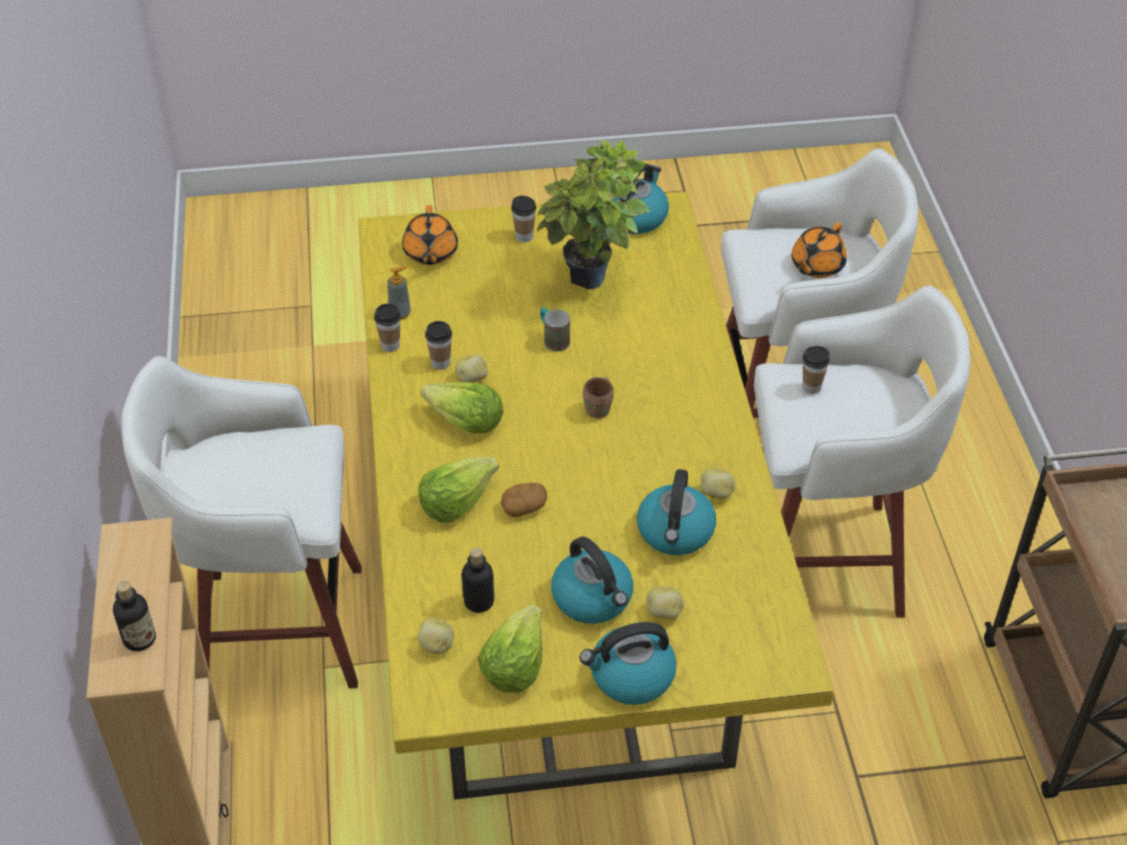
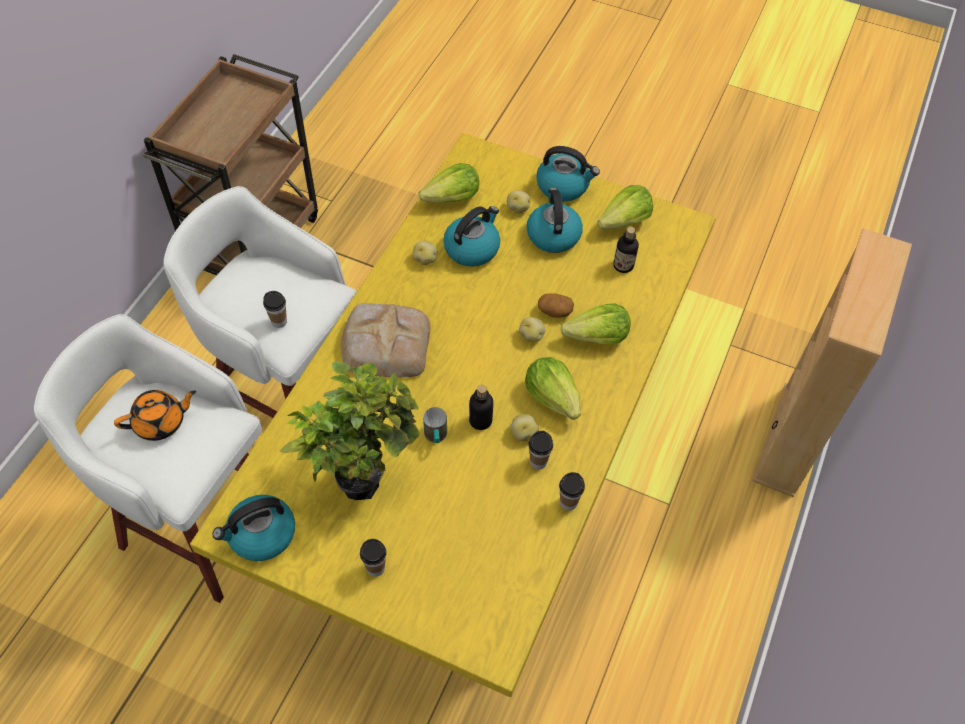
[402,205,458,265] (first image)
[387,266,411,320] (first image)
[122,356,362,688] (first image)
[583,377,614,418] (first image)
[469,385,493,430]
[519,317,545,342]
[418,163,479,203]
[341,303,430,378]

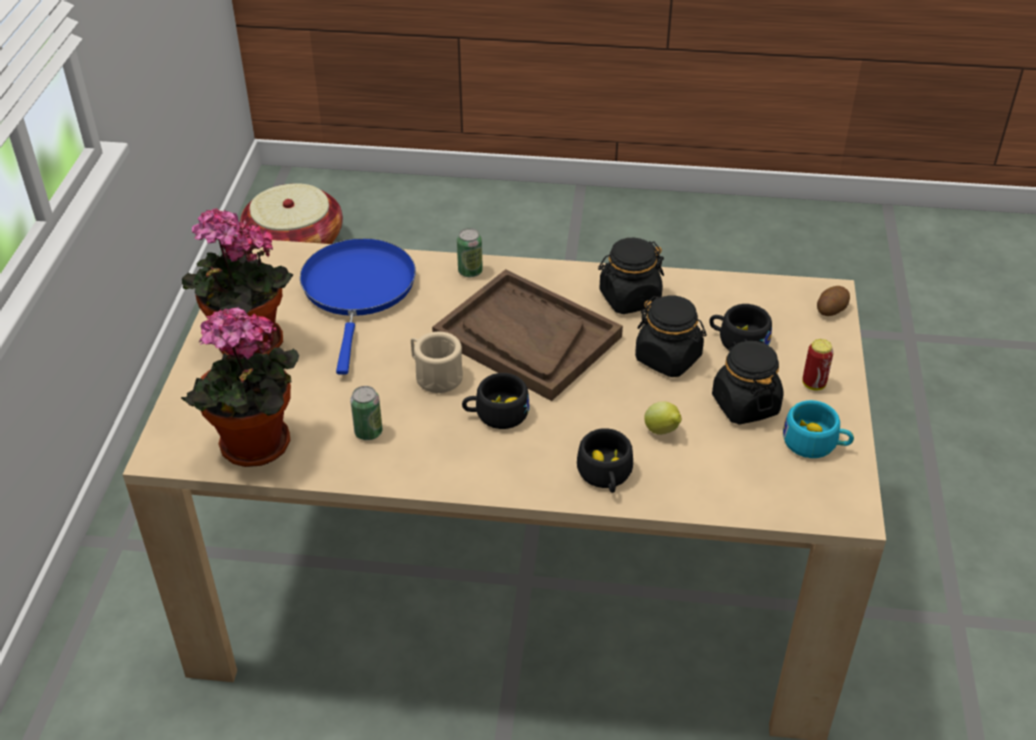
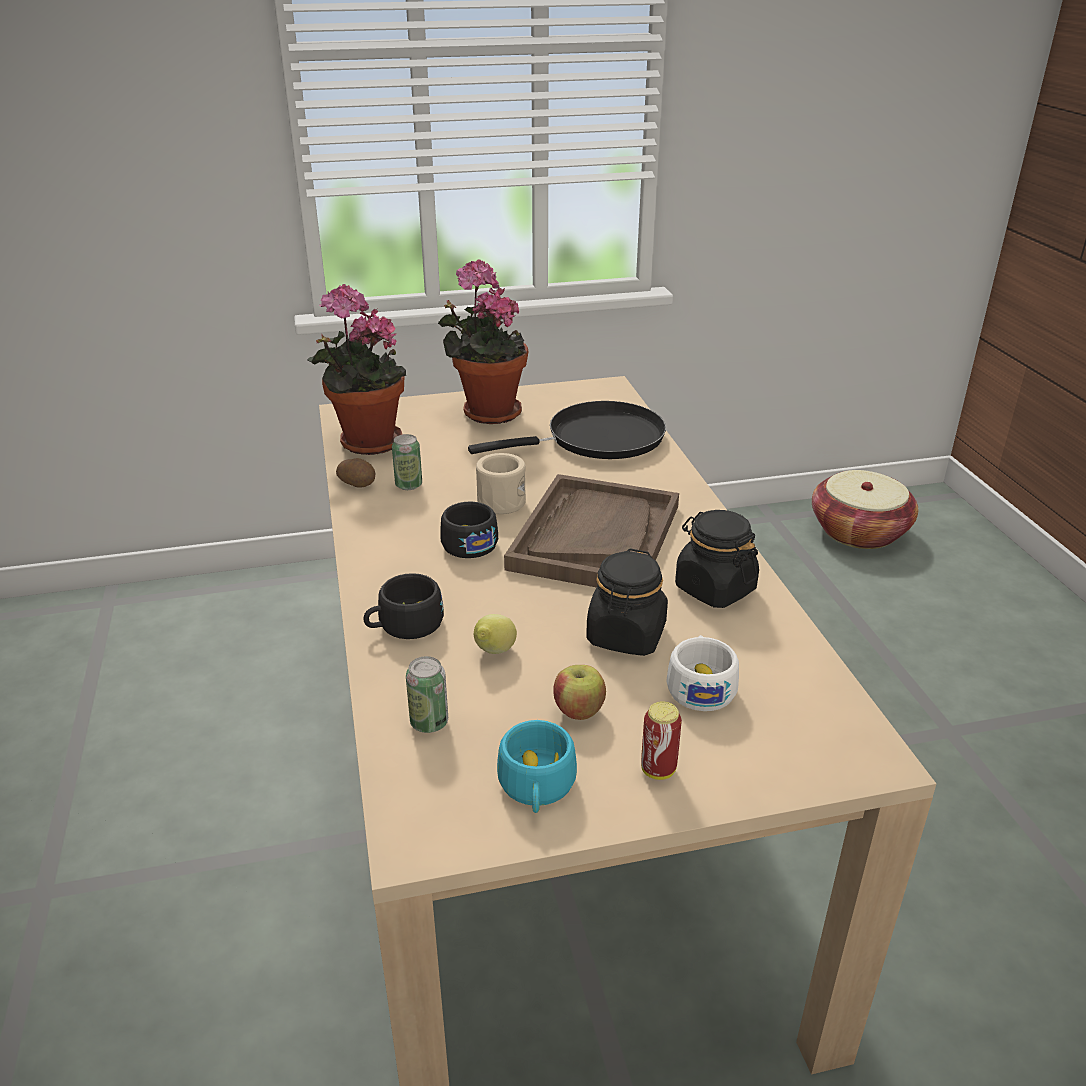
[406,656,448,733]
[468,401,666,459]
[336,458,375,488]
[666,635,739,711]
[553,665,606,720]

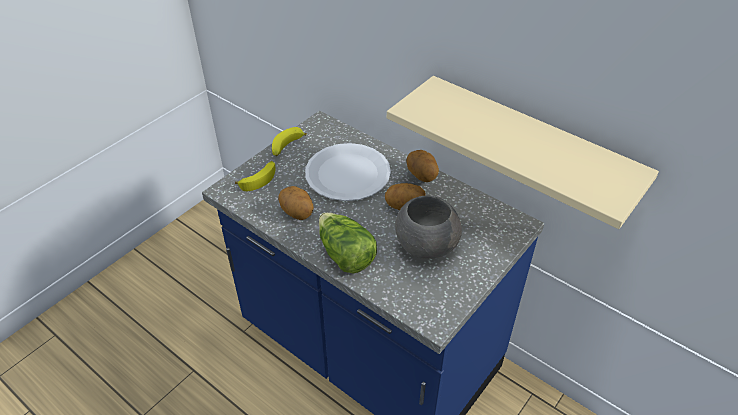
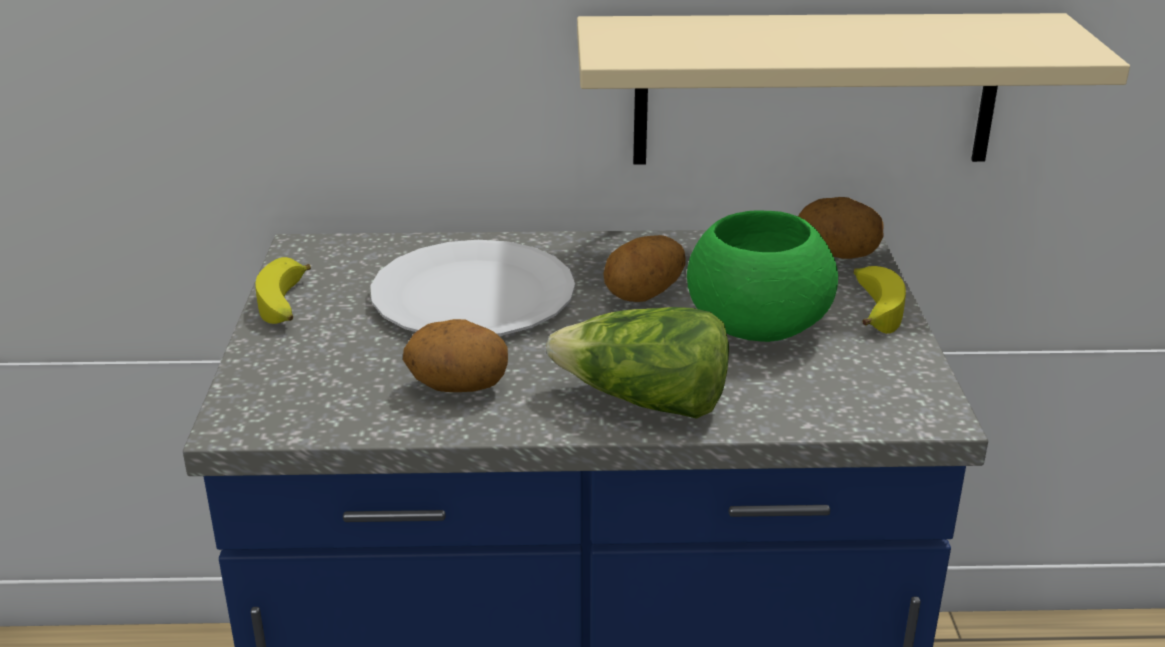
[798,197,884,259]
[854,266,906,334]
[687,210,838,342]

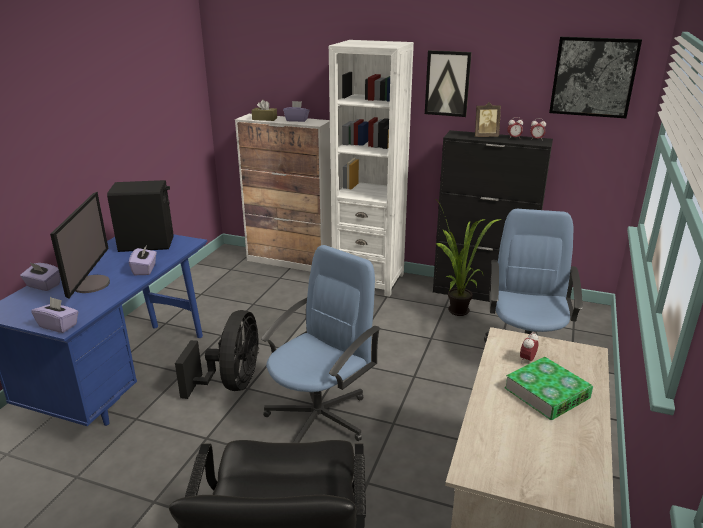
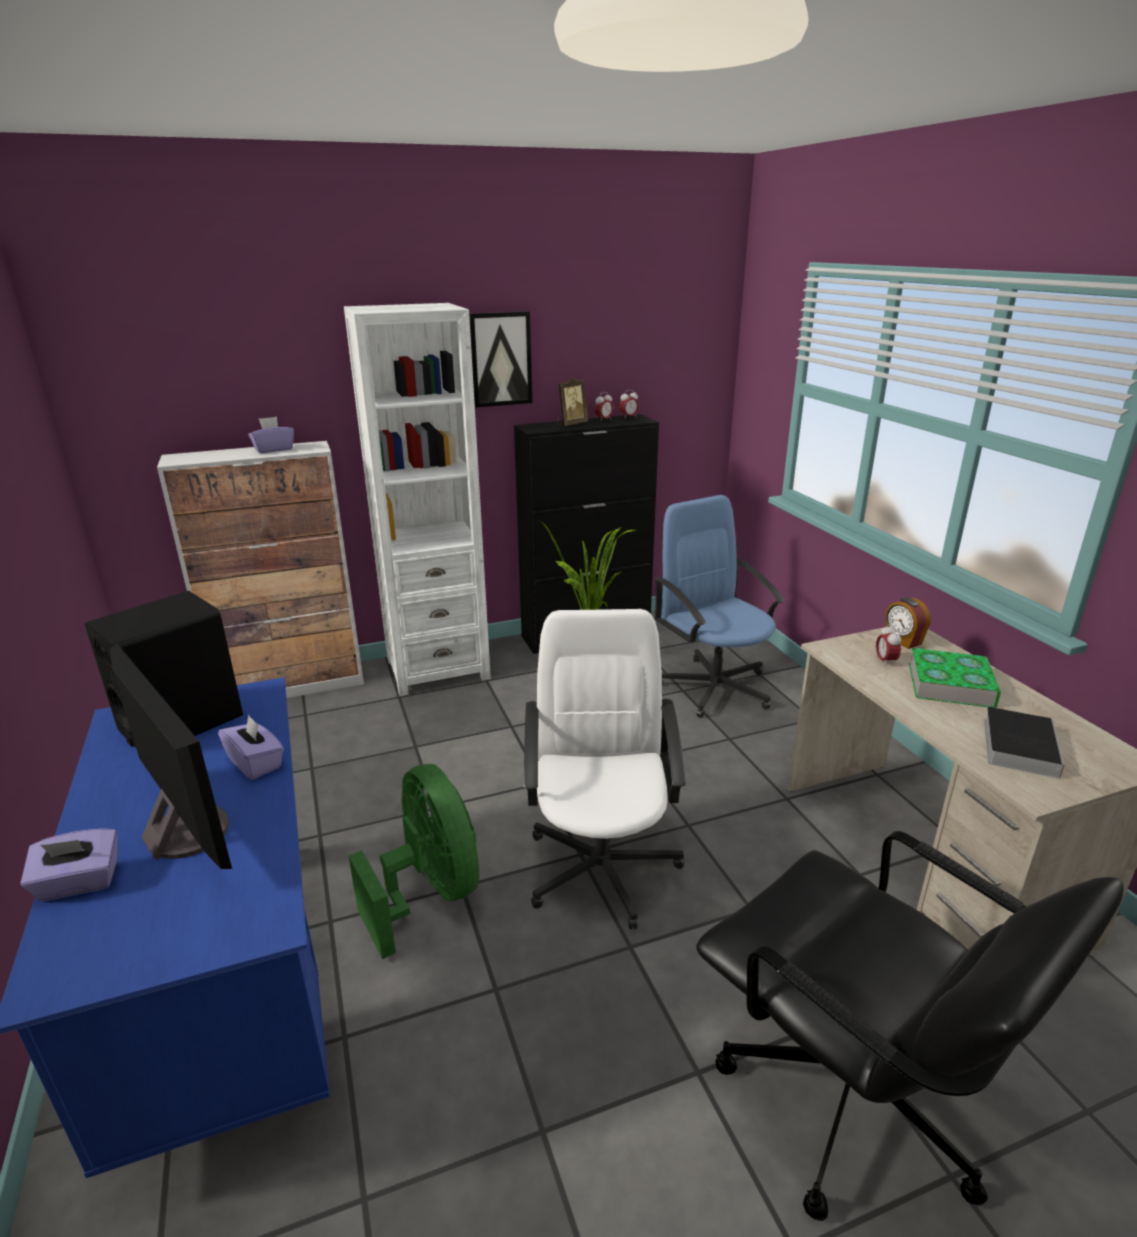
[549,37,642,118] (first image)
[252,100,277,121] (first image)
[524,609,686,930]
[31,297,78,333] (first image)
[349,764,479,959]
[885,598,931,649]
[984,707,1064,779]

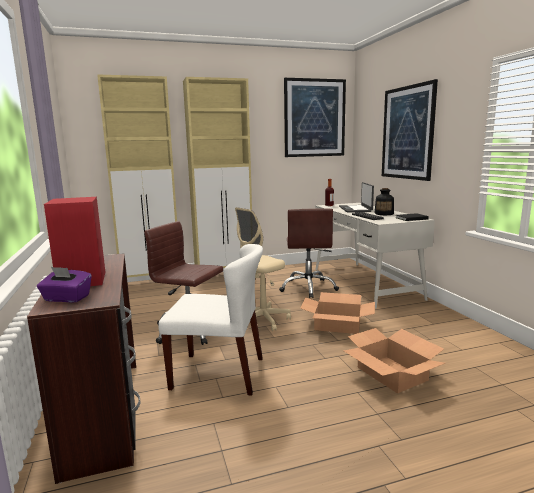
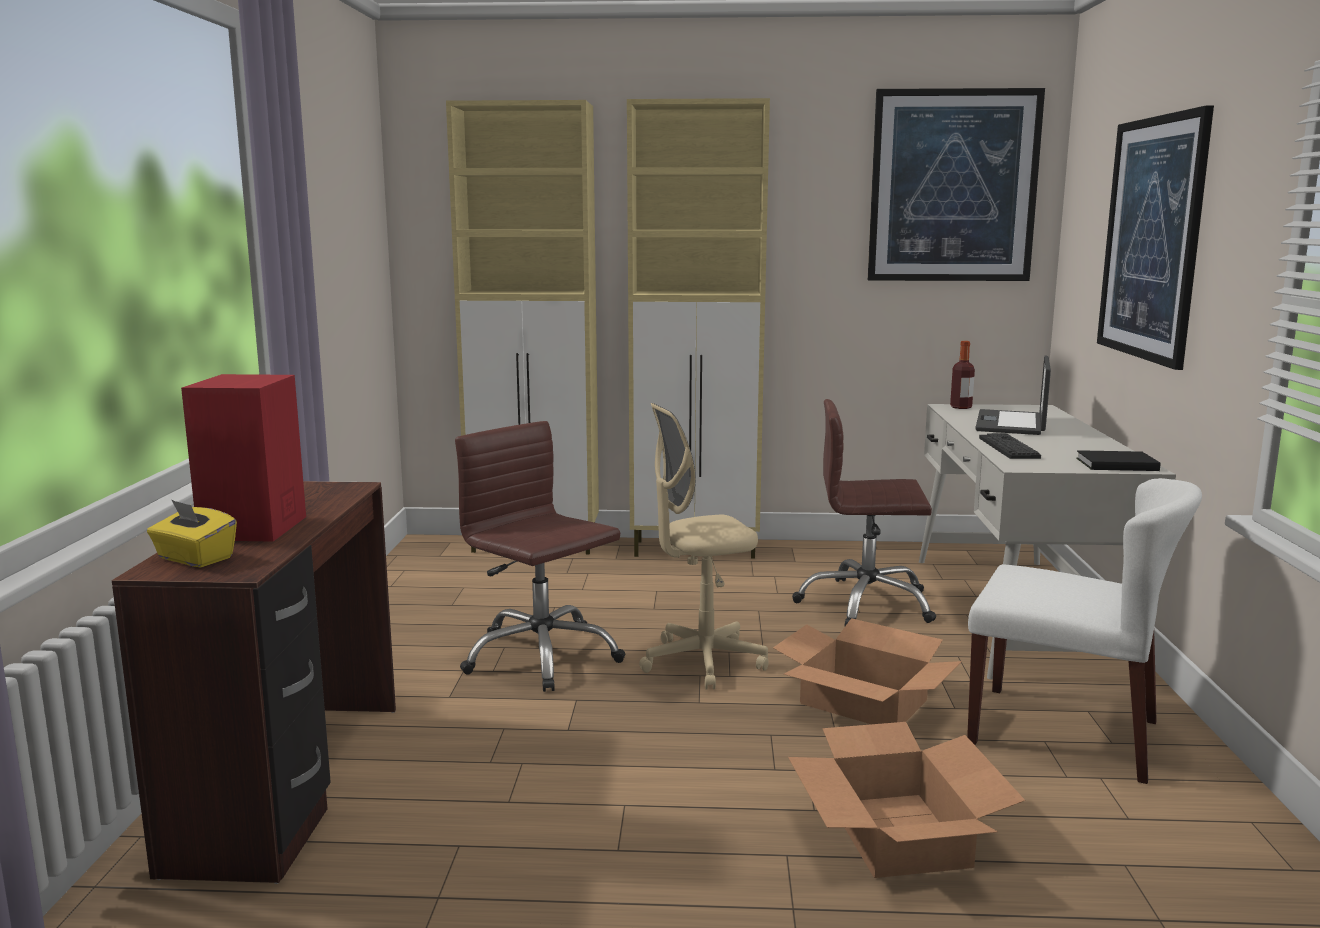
[375,188,394,215] (first image)
[792,399,936,626]
[967,478,1202,784]
[147,499,237,567]

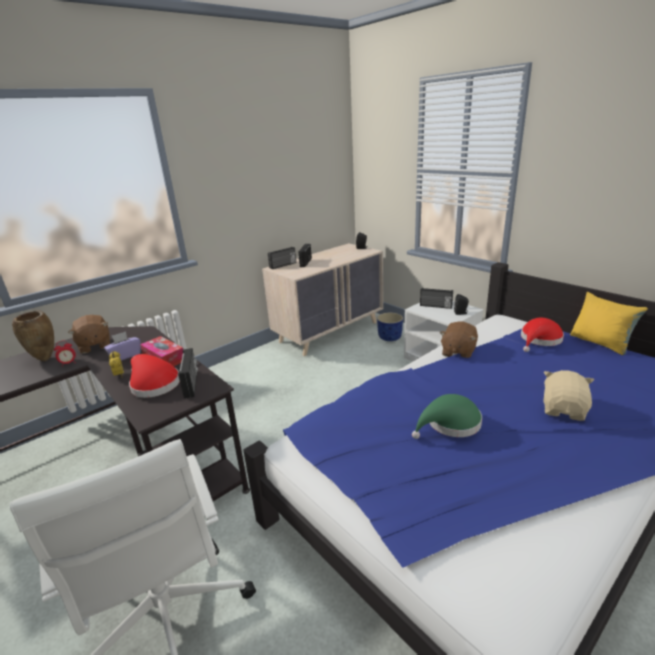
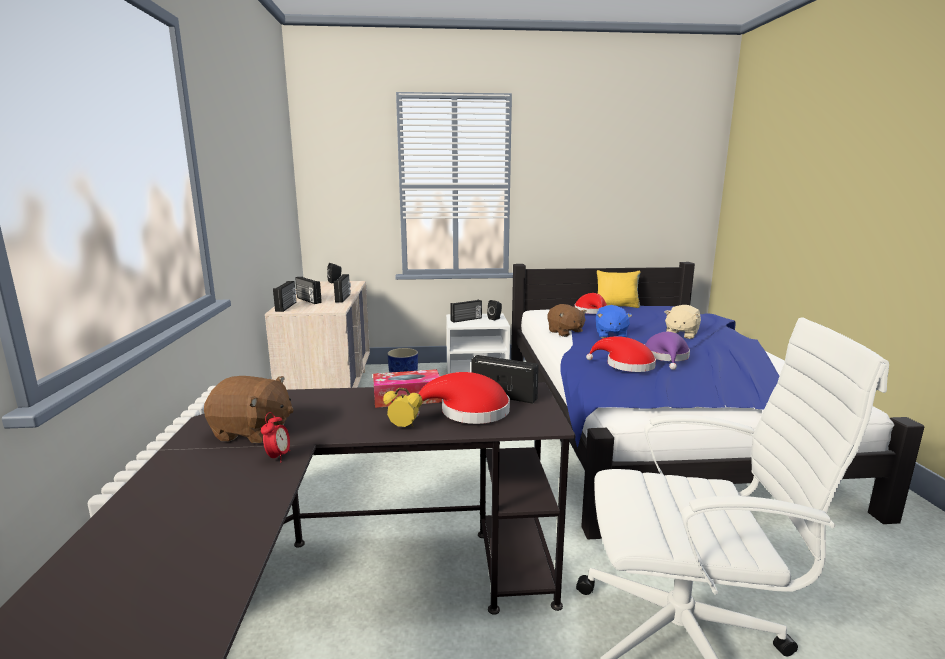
[12,310,54,361] (first image)
[104,331,141,361] (first image)
[664,305,701,339]
[644,332,690,370]
[334,274,351,303]
[596,305,632,338]
[586,336,656,372]

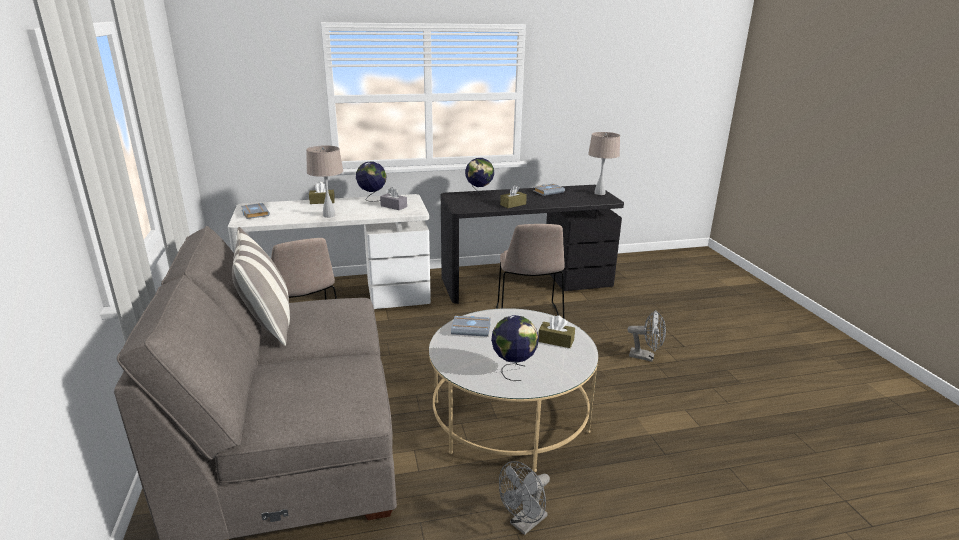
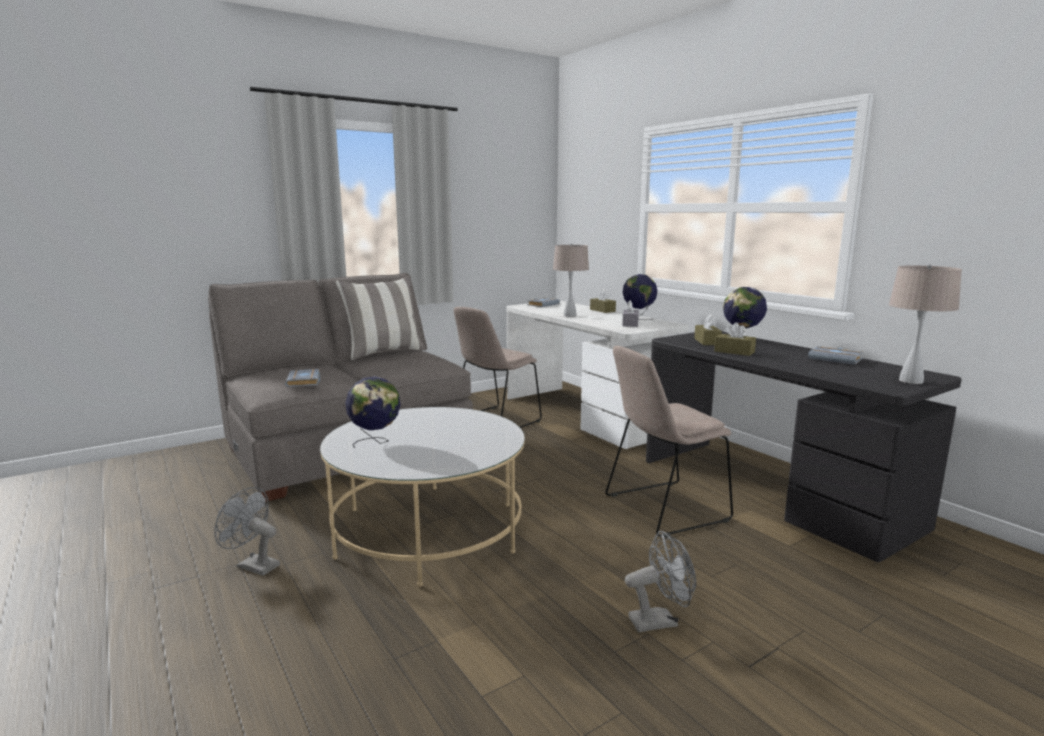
[625,531,696,632]
[694,314,722,345]
[285,369,320,387]

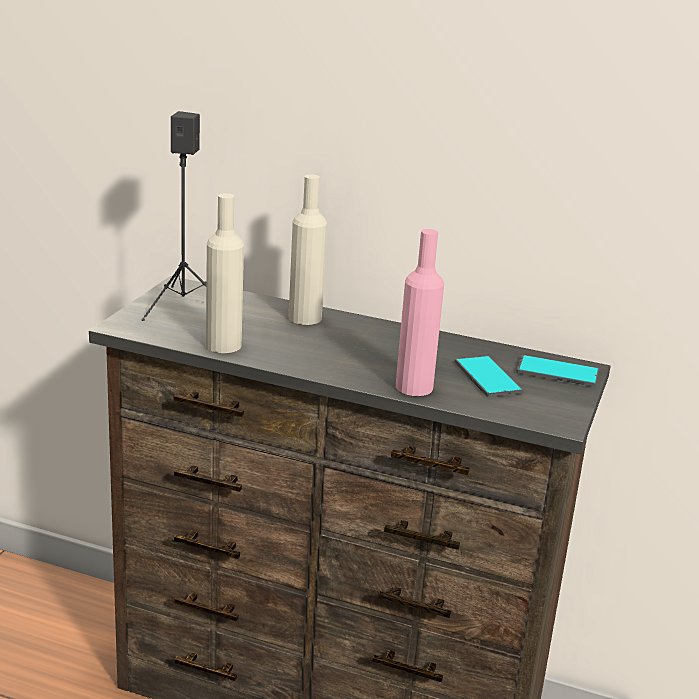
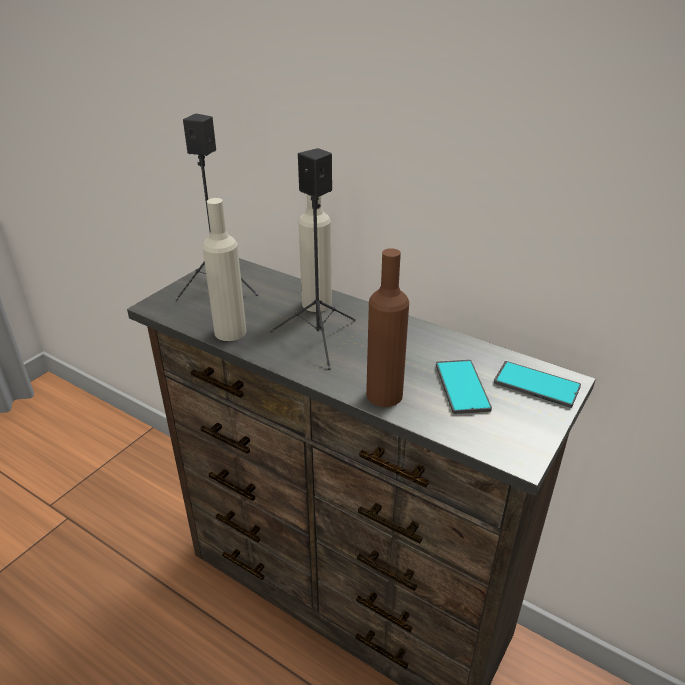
[366,248,409,407]
[270,148,356,370]

